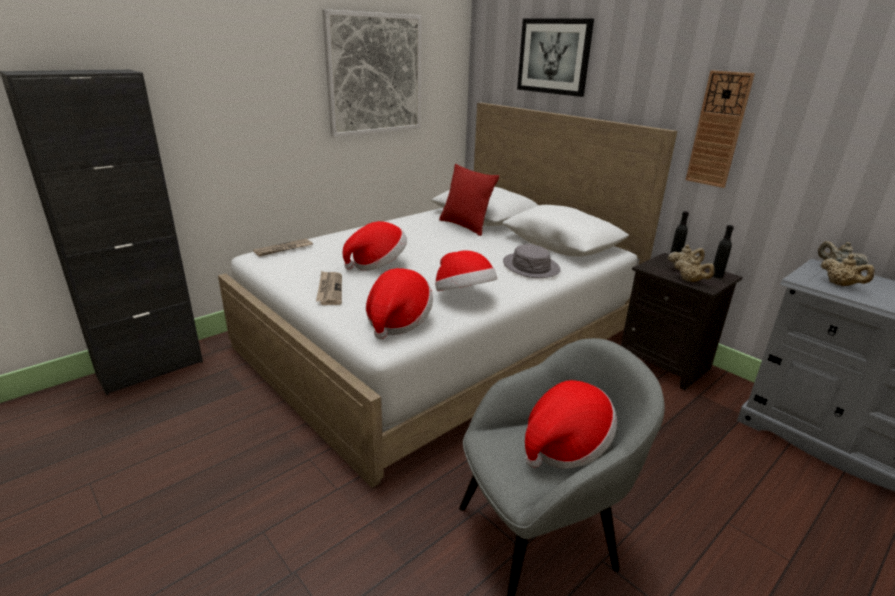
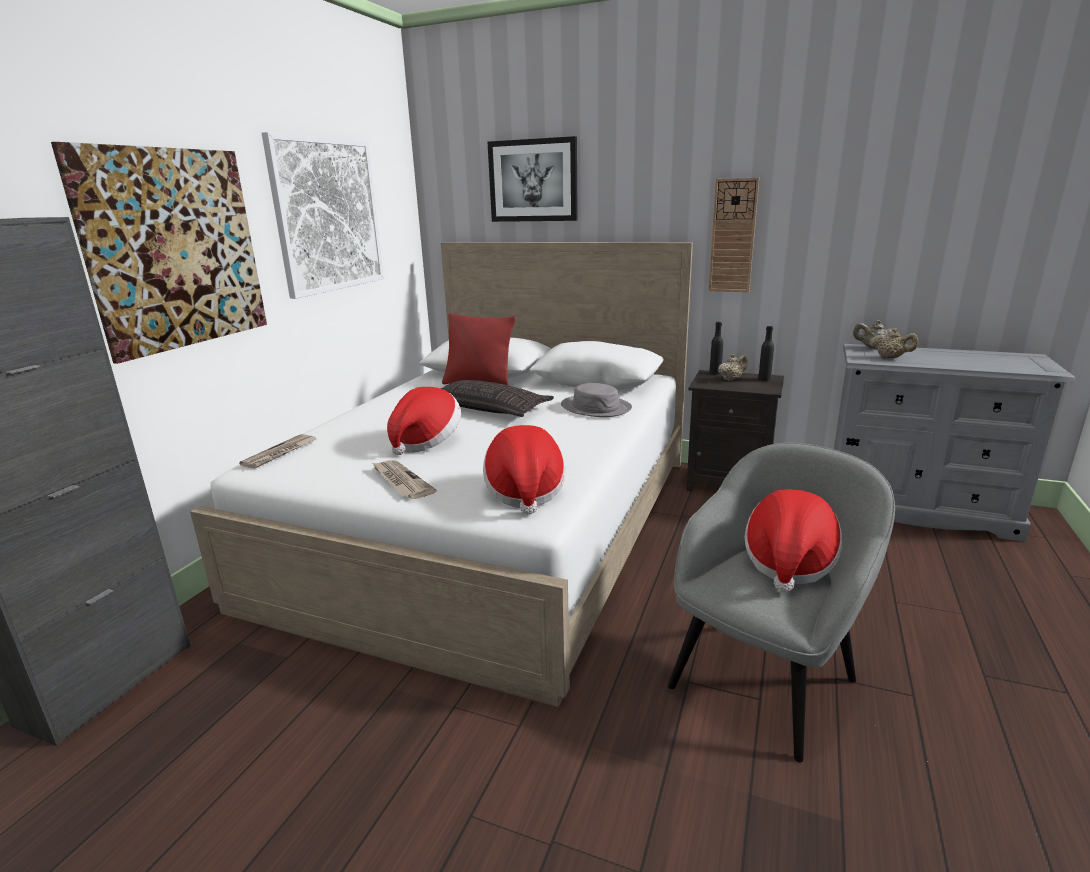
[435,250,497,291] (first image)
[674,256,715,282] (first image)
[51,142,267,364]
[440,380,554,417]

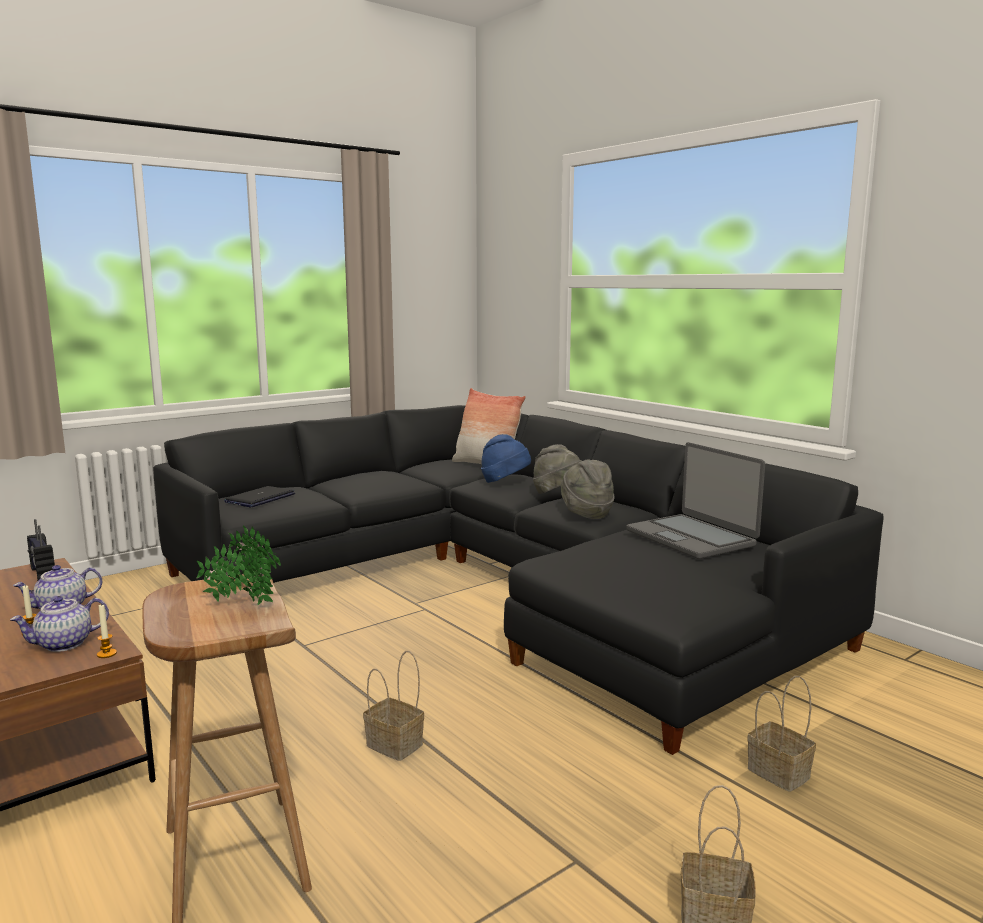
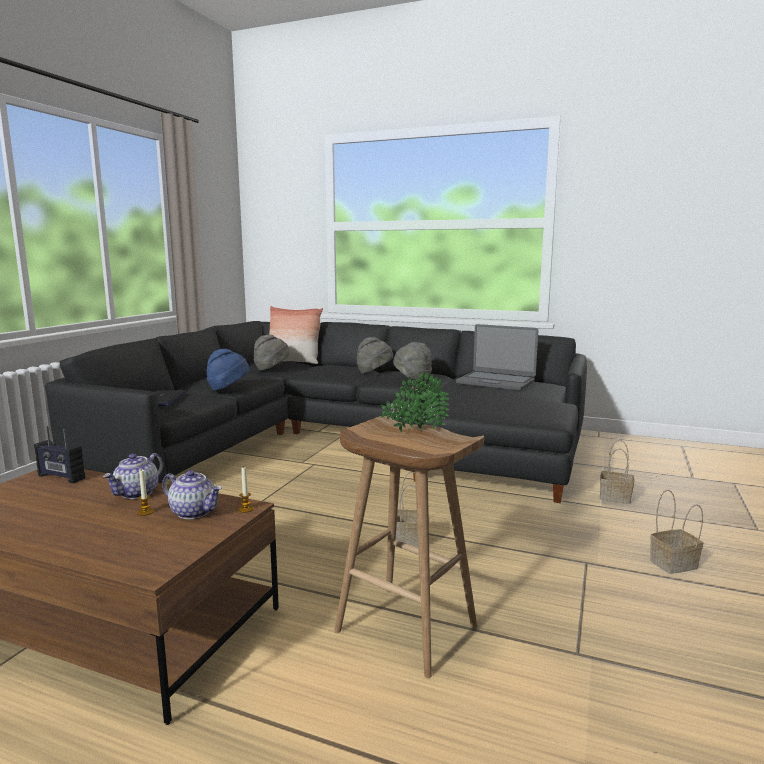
[207,349,249,390]
[162,470,222,519]
[254,335,290,371]

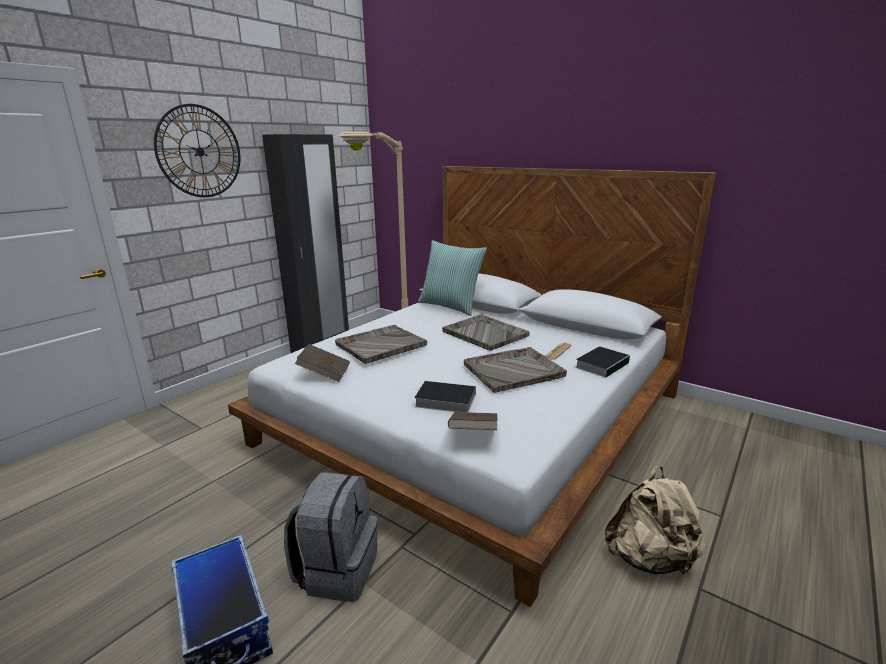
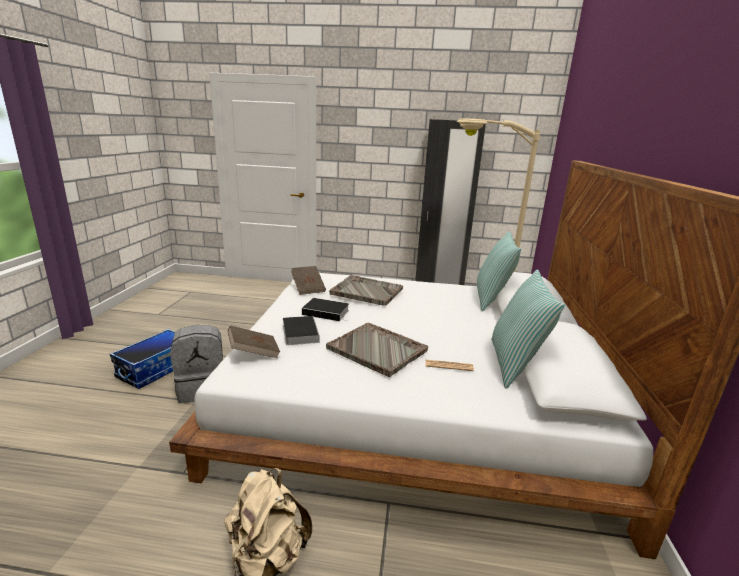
[154,104,240,197] (first image)
[442,314,530,351] (first image)
[302,298,349,322]
[491,270,565,389]

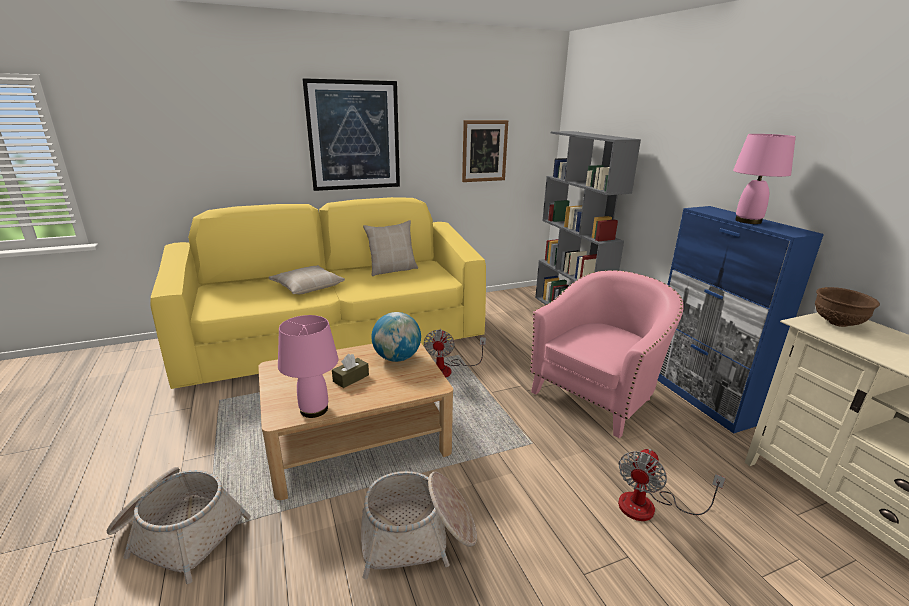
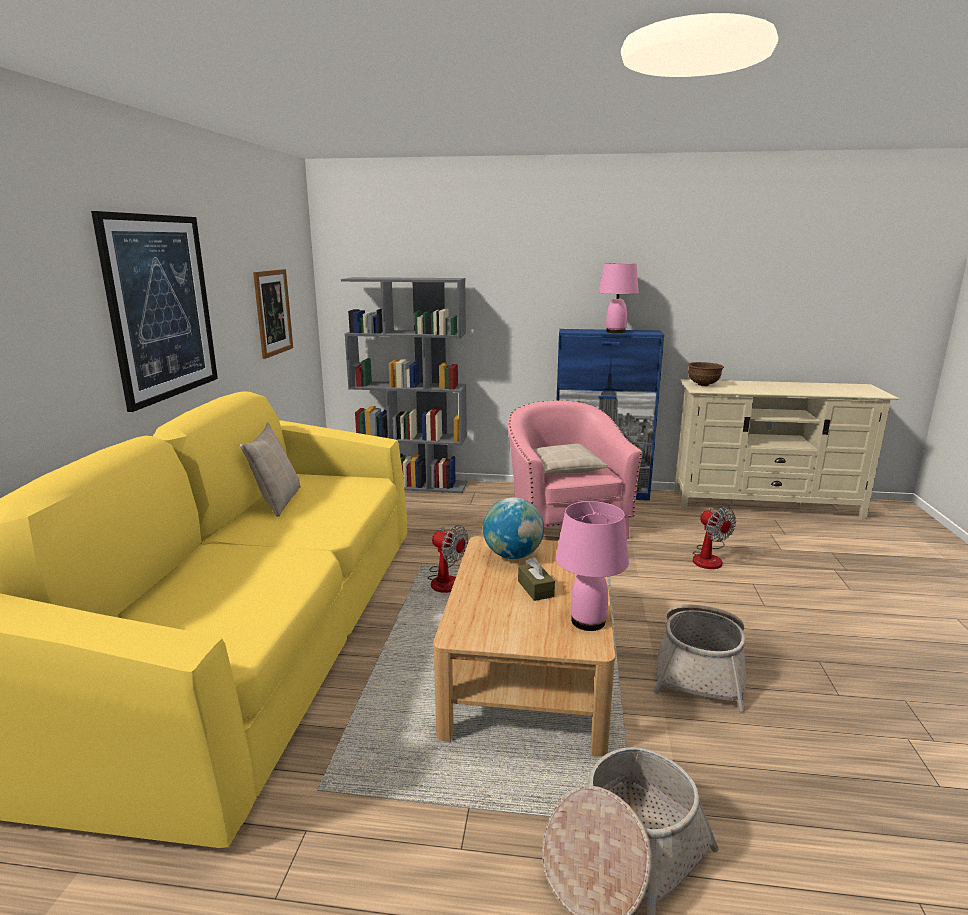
[533,443,608,473]

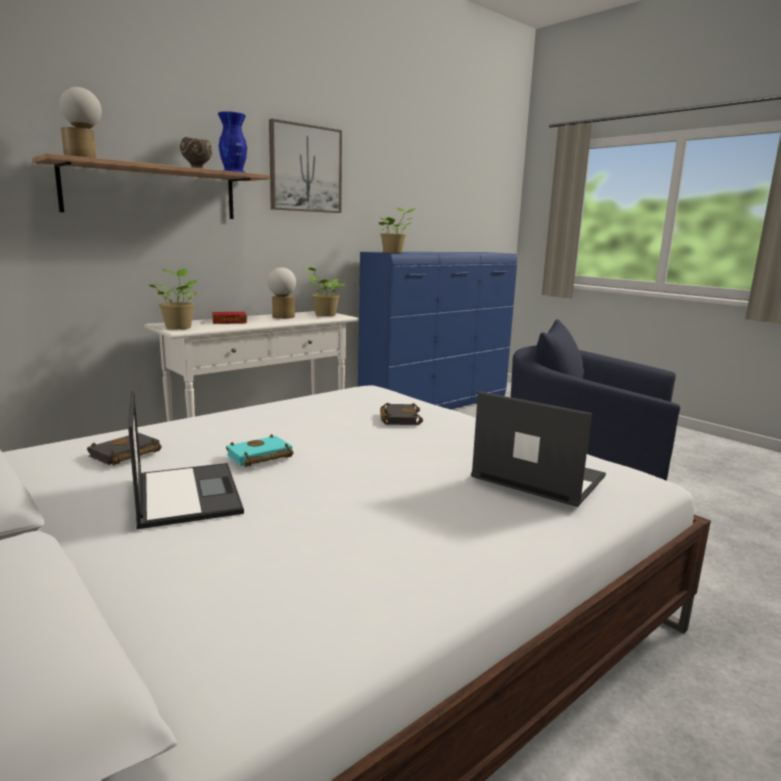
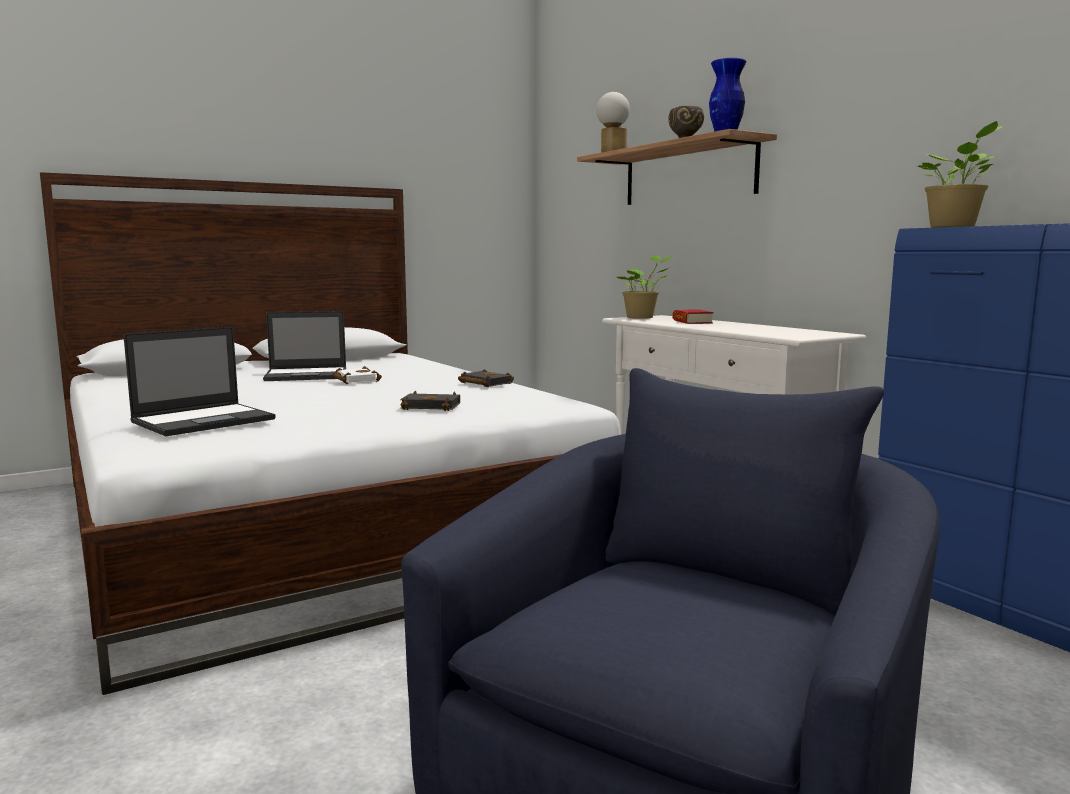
[269,119,342,213] (first image)
[267,267,296,319] (first image)
[304,267,346,317] (first image)
[458,369,514,387]
[332,366,382,384]

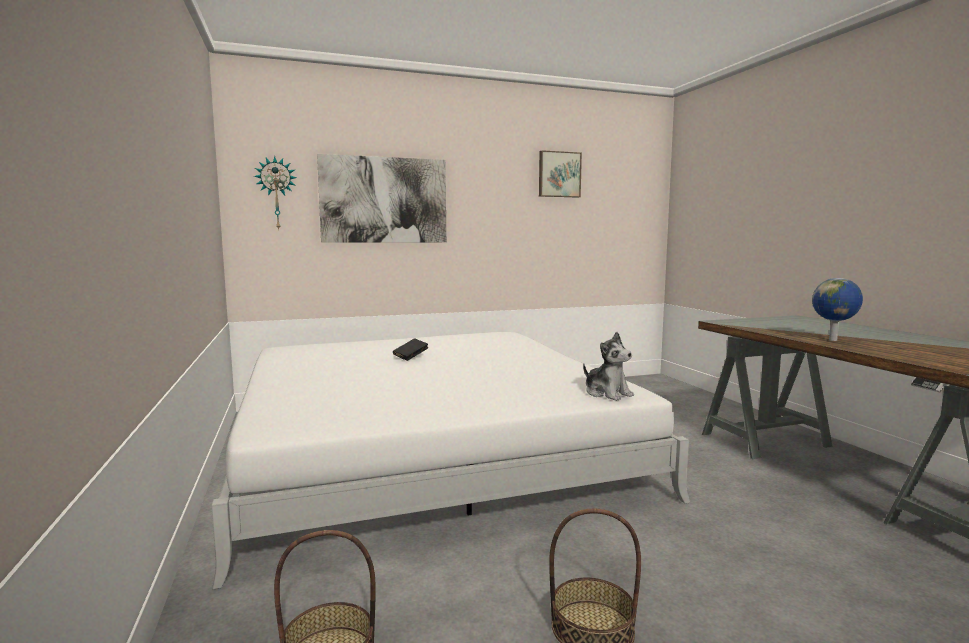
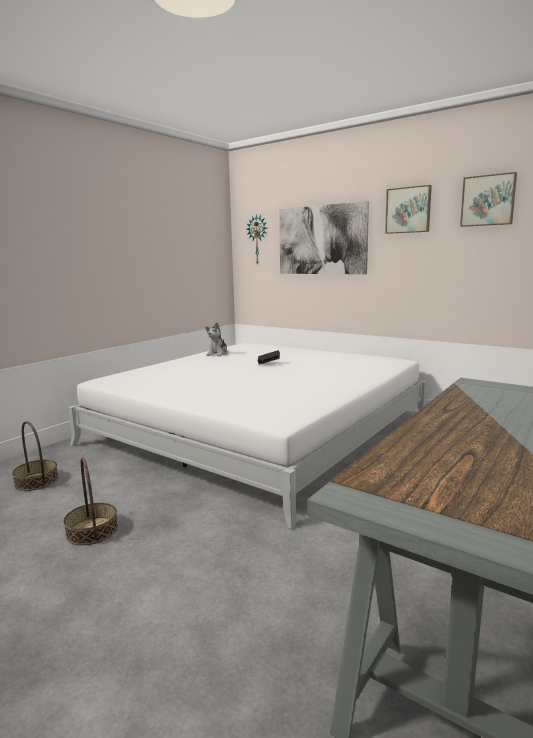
[812,278,863,341] (first image)
[206,322,228,356]
[385,185,432,234]

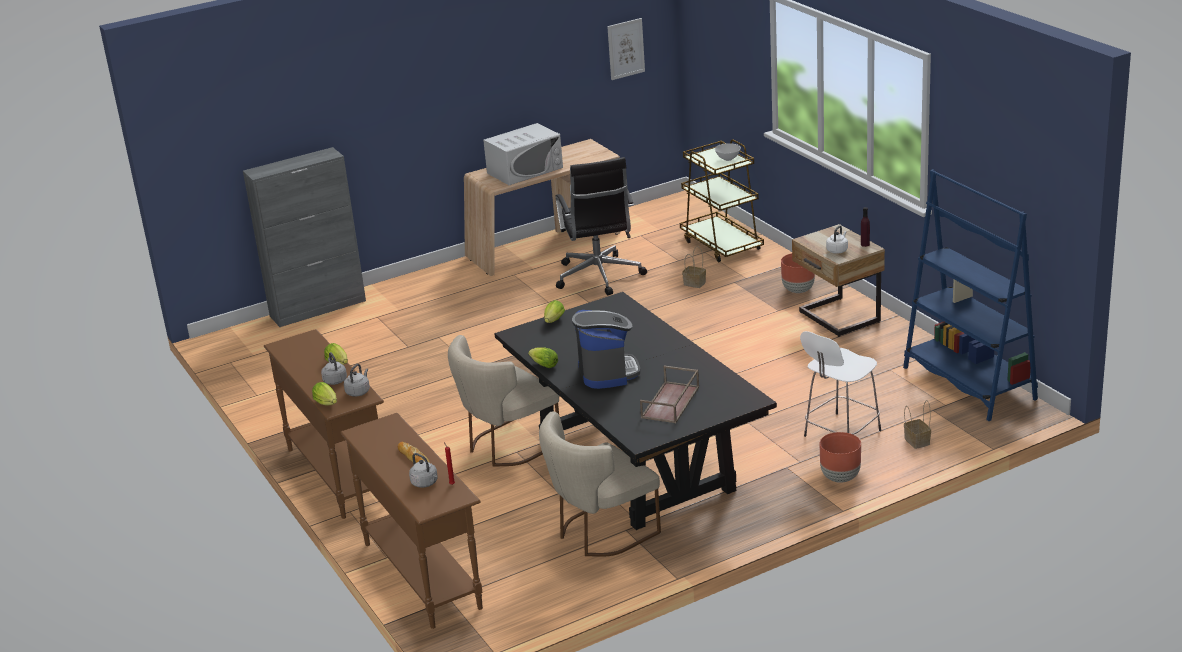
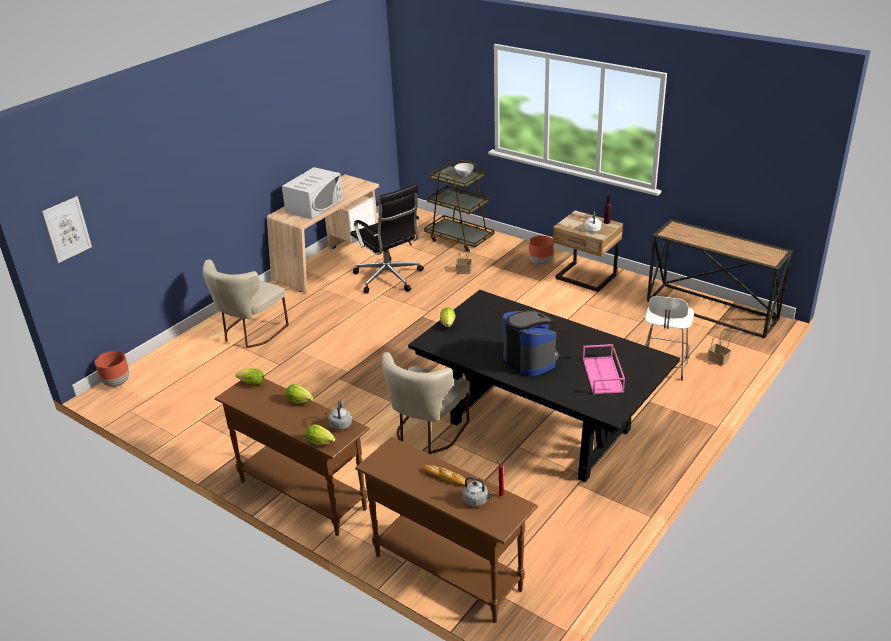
[42,196,92,263]
[243,147,366,327] (first image)
[647,219,793,338]
[235,368,264,385]
[321,352,347,385] (first image)
[583,344,625,394]
[203,259,289,348]
[95,351,129,387]

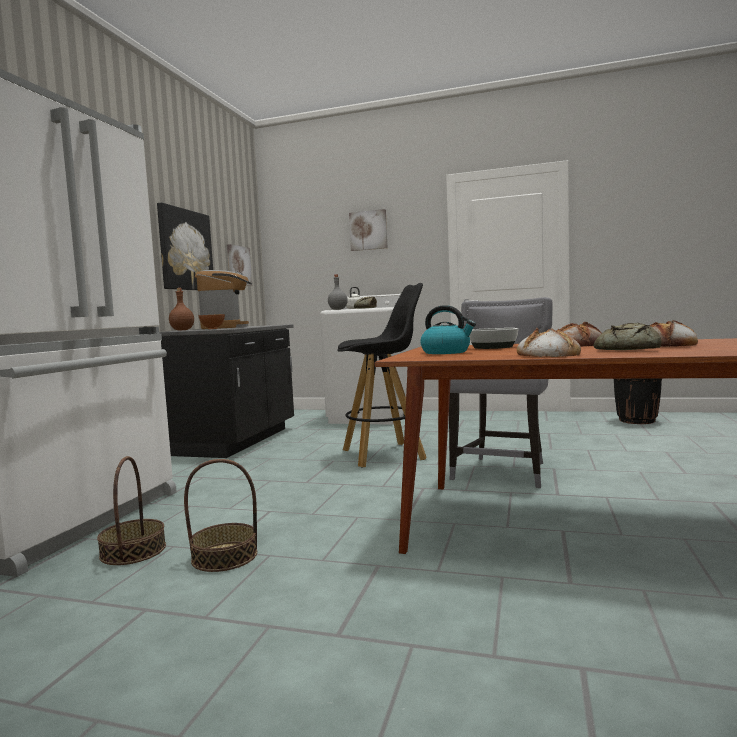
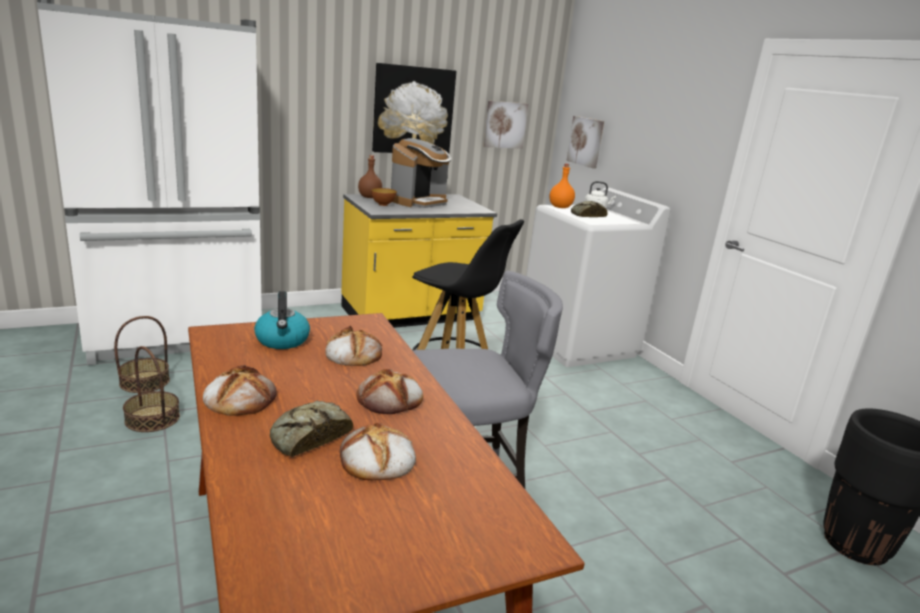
[566,116,604,169]
[549,164,575,208]
[341,194,497,328]
[325,326,382,366]

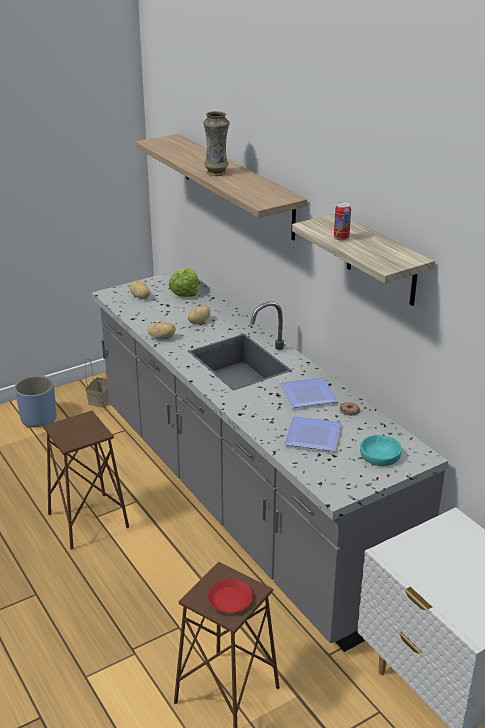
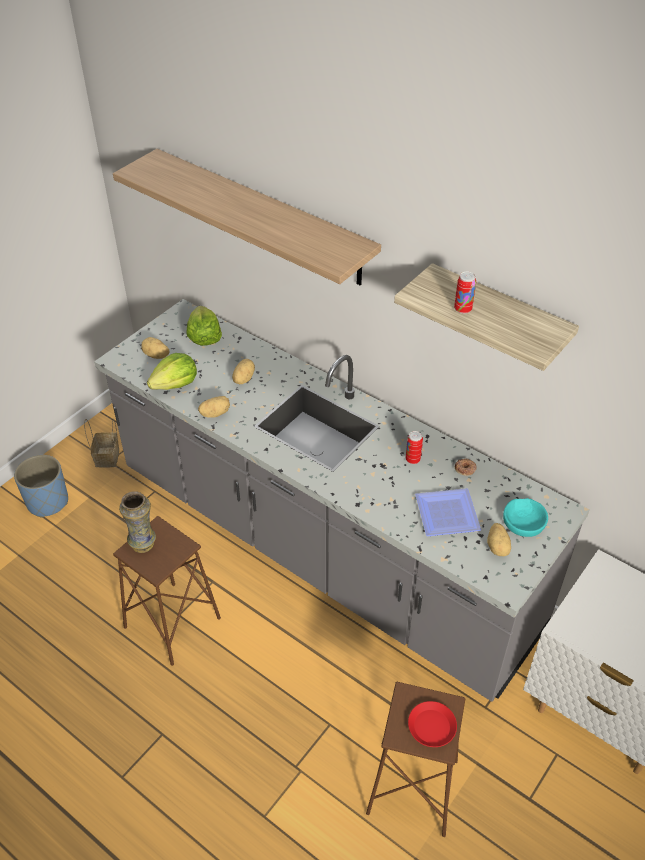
[119,491,156,553]
[406,431,423,464]
[147,353,197,390]
[487,523,511,556]

